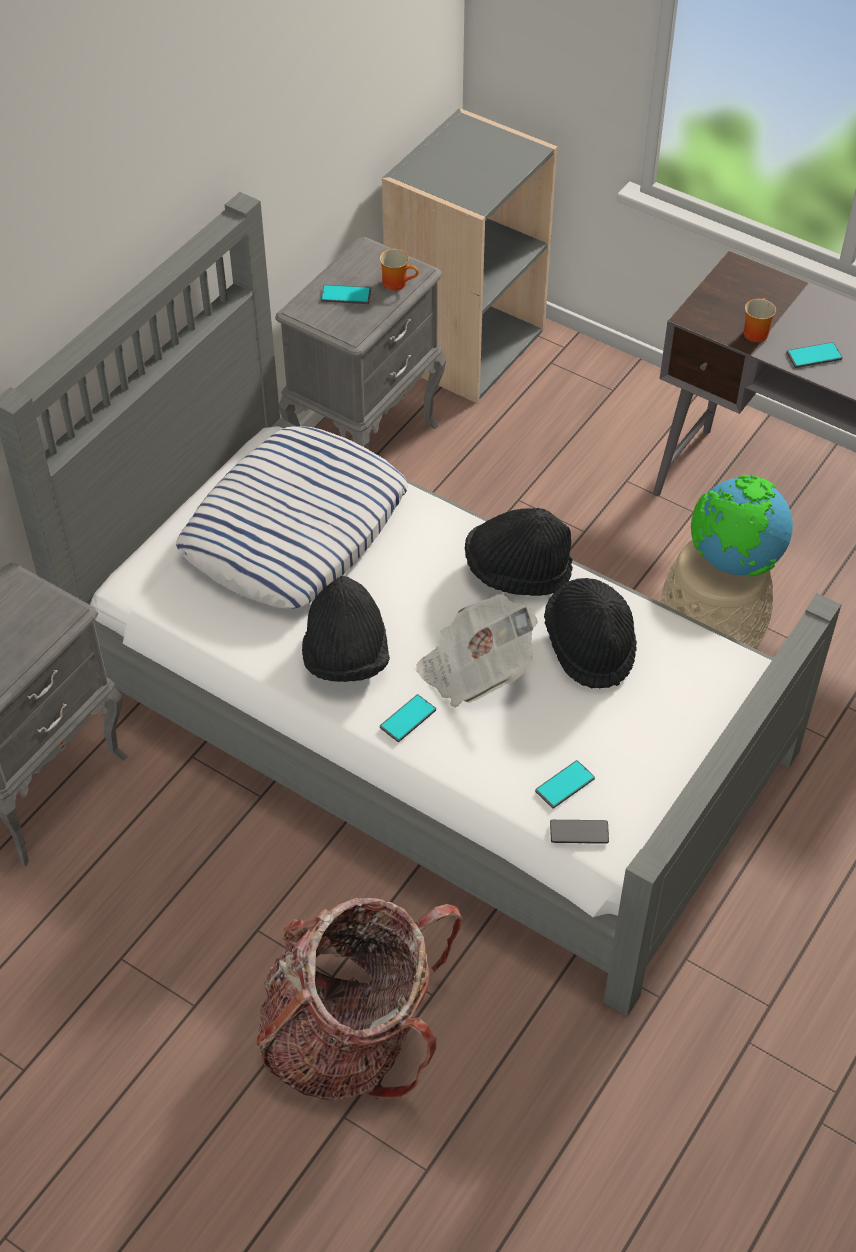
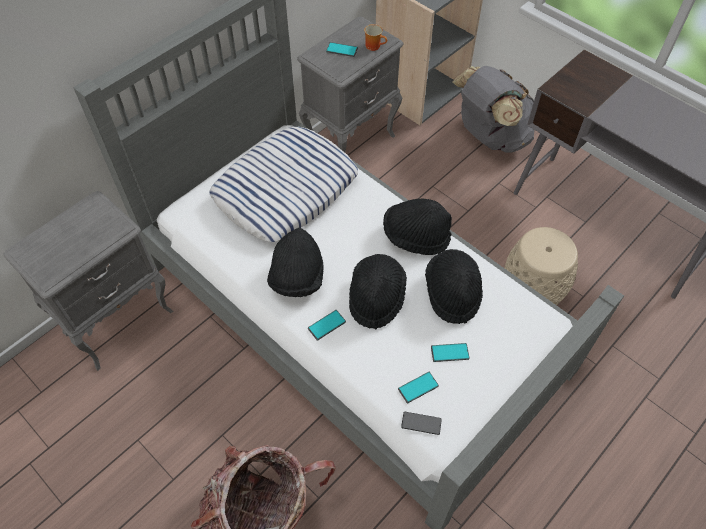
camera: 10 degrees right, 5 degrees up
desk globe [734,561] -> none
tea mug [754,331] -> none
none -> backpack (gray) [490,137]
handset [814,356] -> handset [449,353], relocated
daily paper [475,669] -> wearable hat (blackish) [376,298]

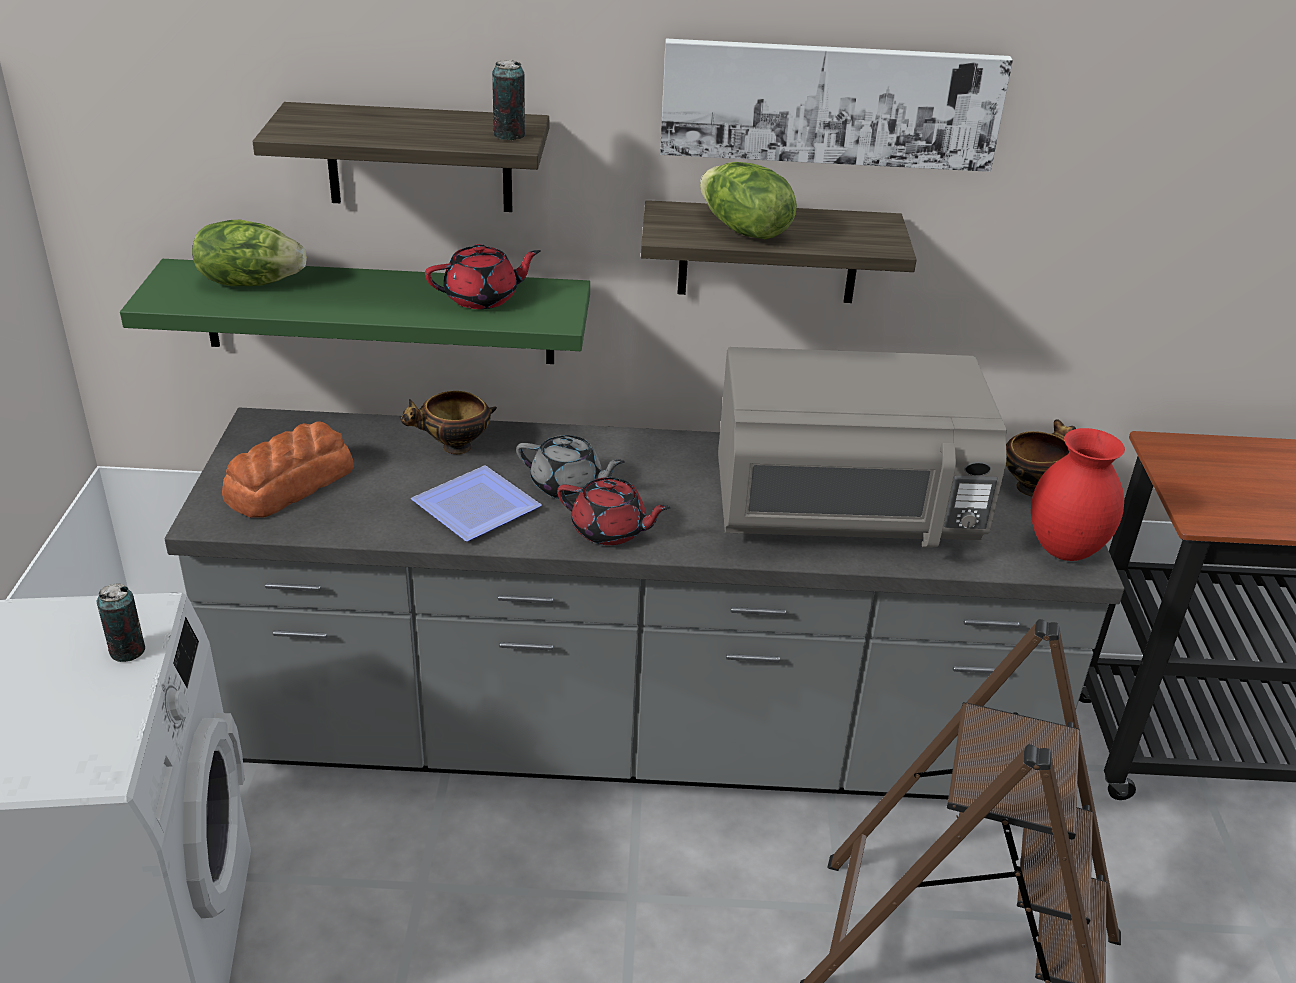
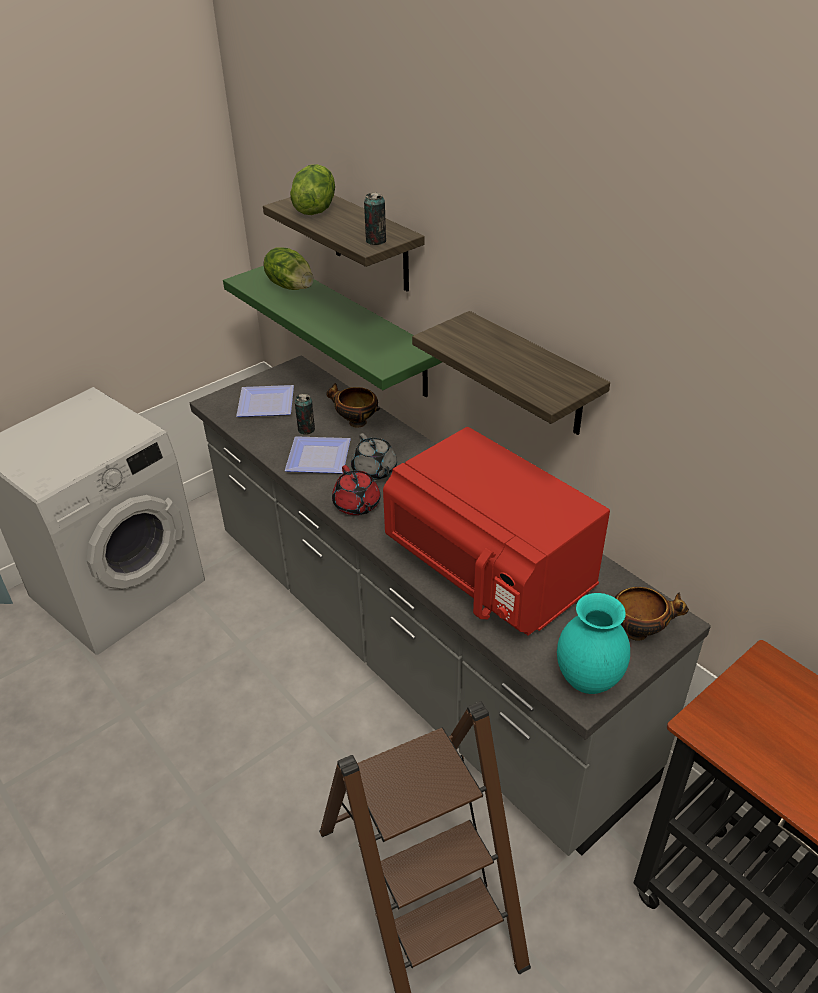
camera: 50 degrees right, 5 degrees up
teapot (red-coloured) [483,298] -> none
picture [830,103] -> none
can [127,651] -> can [306,430], relocated
head of lettuce [743,230] -> head of lettuce [314,209], relocated
bread [288,484] -> plate [264,403]
kitchen microwave (gray) [844,514] -> kitchen microwave (red-coloured) [488,572]
flower vase (red-coloured) [1062,550] -> flower vase (turquoise) [587,680]

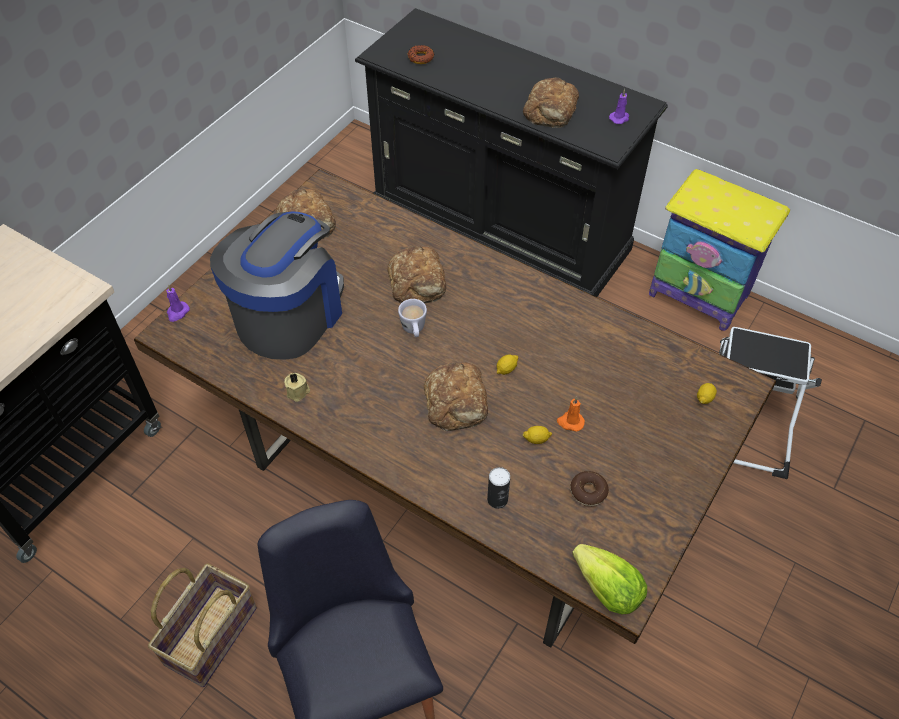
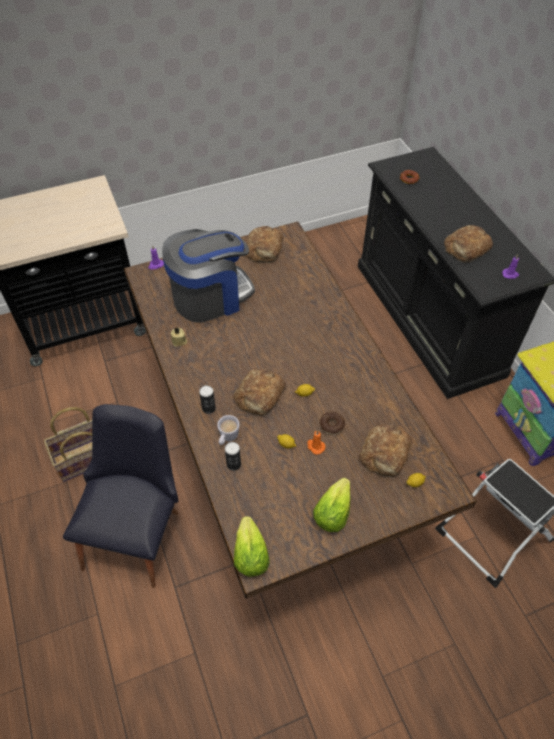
camera: 35 degrees right, 0 degrees up
none -> can [208,408]
none -> head of lettuce [332,513]
bread [418,281] -> bread [385,454], relocated
tea mug (white) [414,330] -> tea mug (white) [227,438], relocated
ring doughnut [588,491] -> ring doughnut [331,425], relocated

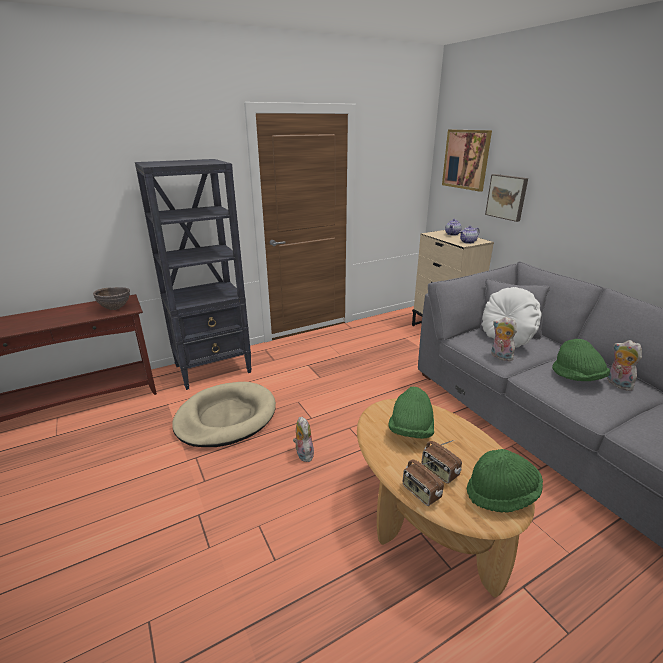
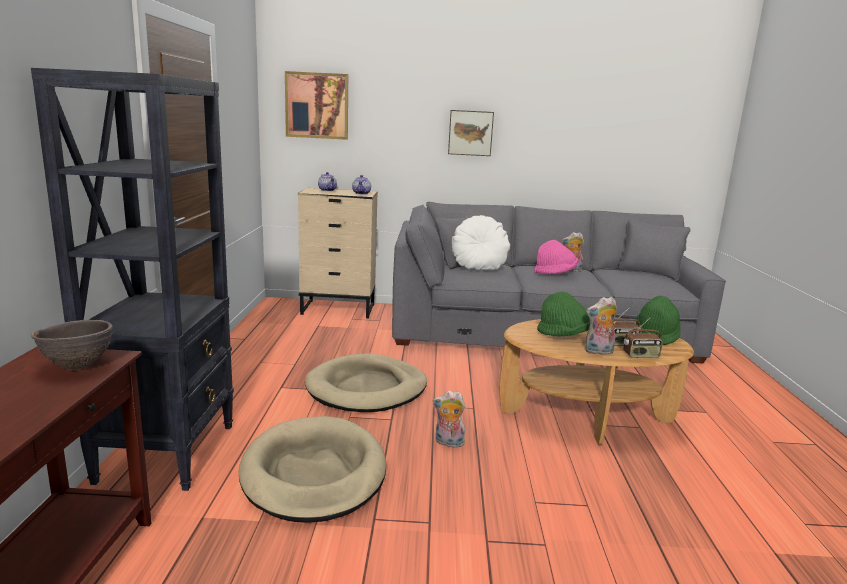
camera: 60 degrees left, 10 degrees down
none -> dog bed (beige) [367,388]
picture [507,197] -> picture [470,133], relocated
cuddly toy [500,356] -> cuddly toy [598,352], relocated
wearable hat (greenish) [577,377] -> wearable hat (pinkish) [555,273]

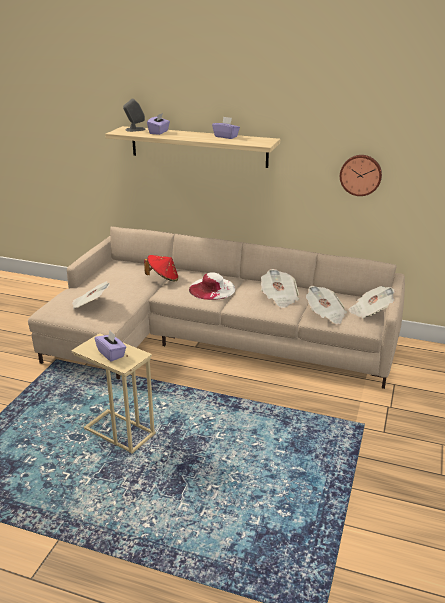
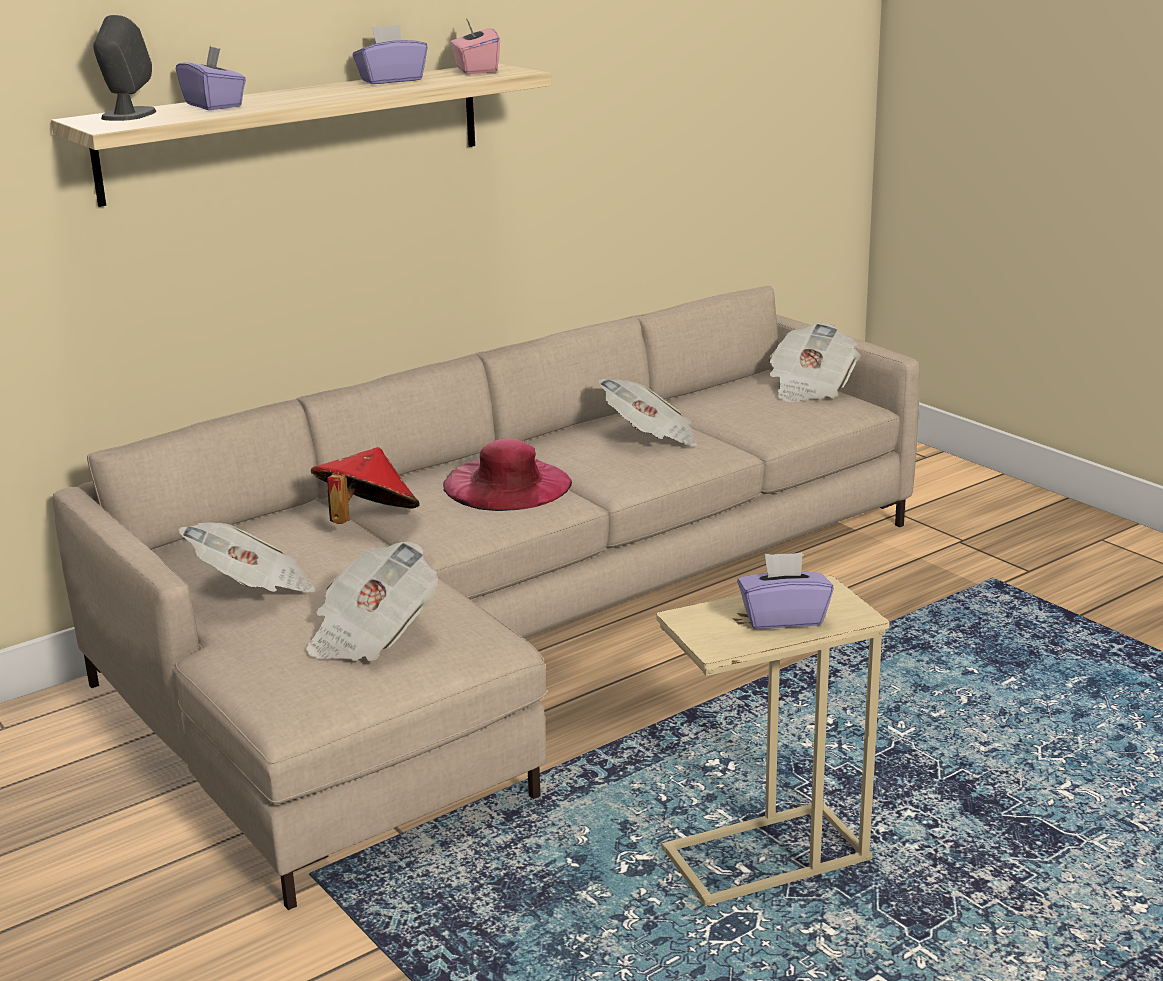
camera: 55 degrees left, 5 degrees down
clock on the wall [360,175] -> none
none -> tissue holder (pinkish) [476,70]
daily paper [325,315] -> daily paper [254,589], relocated
wearable hat (white) [212,288] -> wearable hat (pinkish) [507,484]

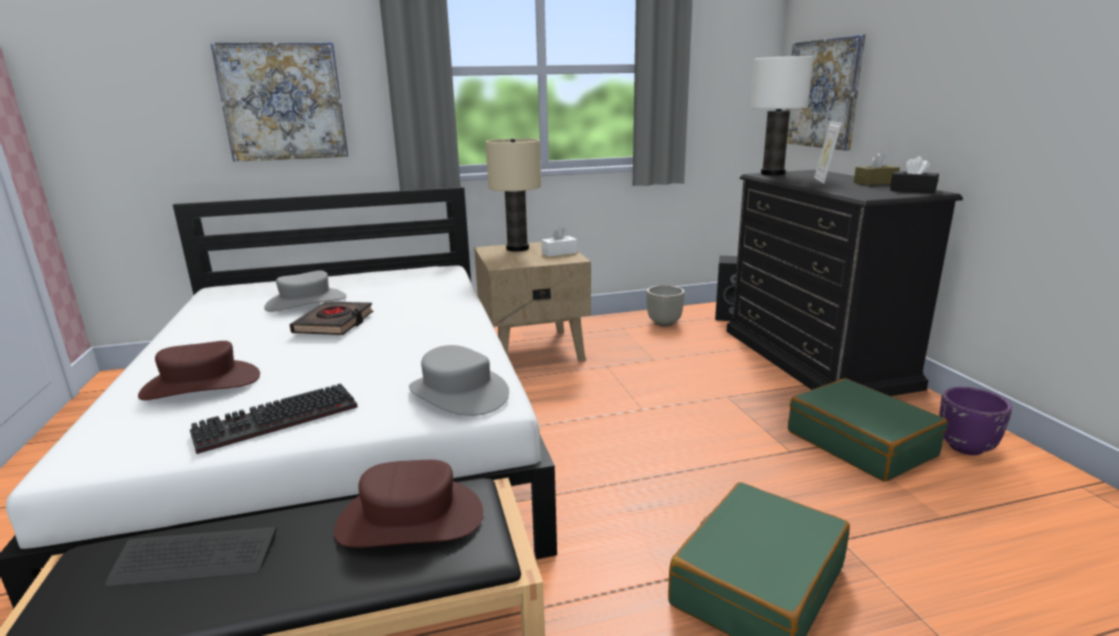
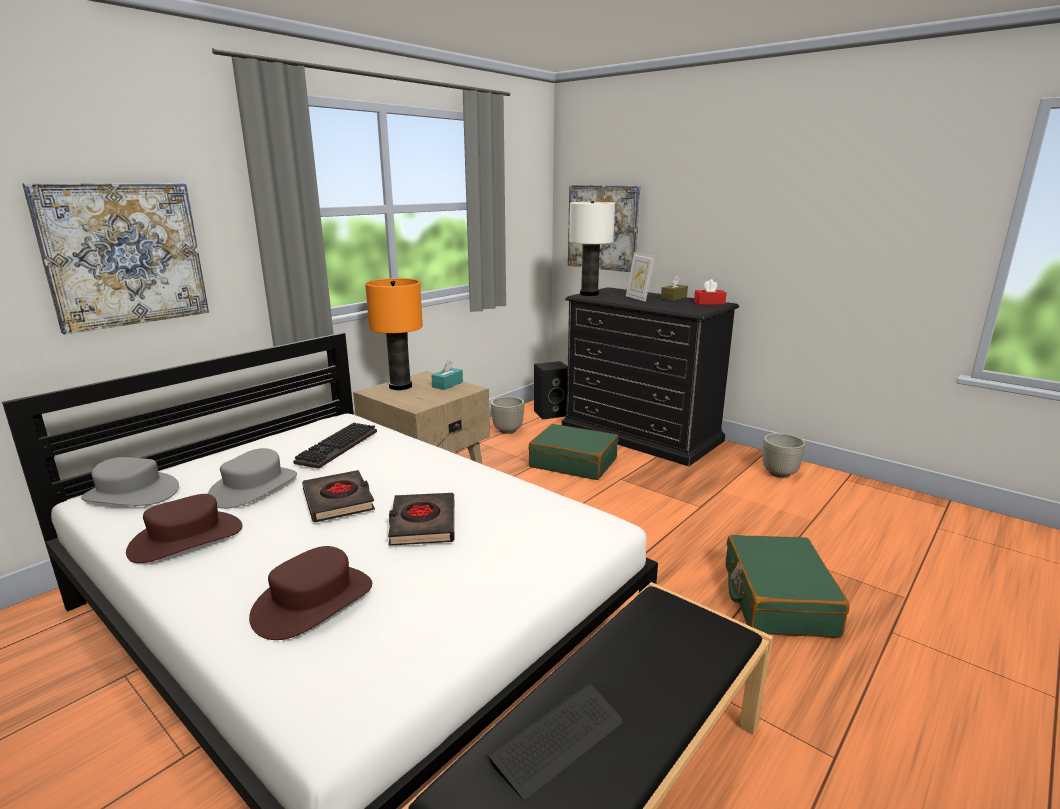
camera: 35 degrees left, 0 degrees up
none -> book (blackish) [422,524]
keyboard [275,422] -> keyboard [338,448], relocated
wearable hat (brownish) [410,519] -> wearable hat (brownish) [186,538], relocated
wearable hat (gray) [458,393] -> wearable hat (gray) [131,493], relocated
piece of luggage (greenish) [861,443] -> piece of luggage (greenish) [573,462], relocated
tabletop lamp (beige) [517,248] -> tabletop lamp (orangey) [400,386]
tissue holder (white) [559,253] -> tissue holder (turquoise) [447,384]
tissue holder (blackish) [912,190] -> tissue holder (red-coloured) [709,303]
planter (purple-coloured) [966,448] -> planter (gray) [780,473]

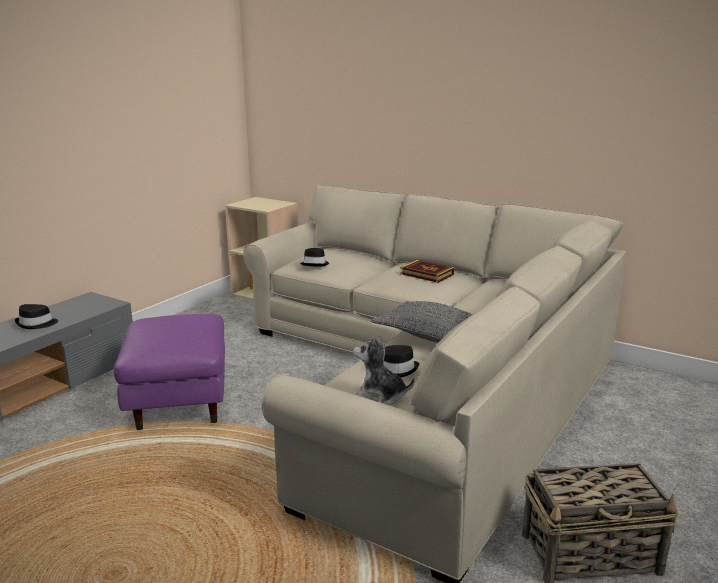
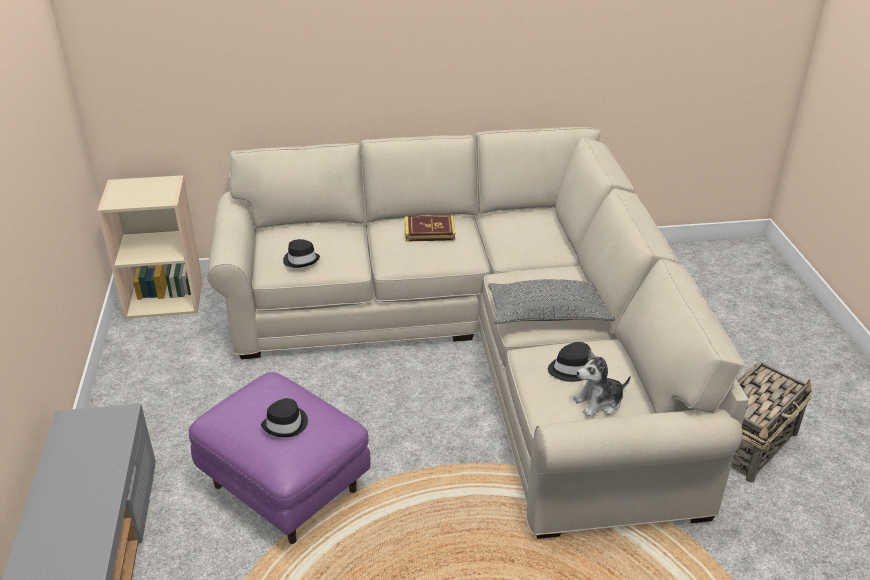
camera: 40 degrees left, 15 degrees up
wearable hat (blackish) [36,324] -> wearable hat (blackish) [286,424], relocated

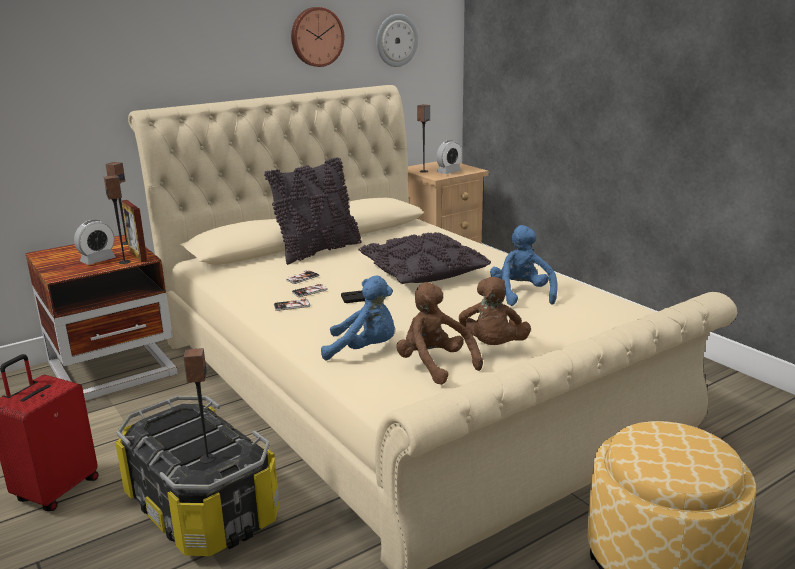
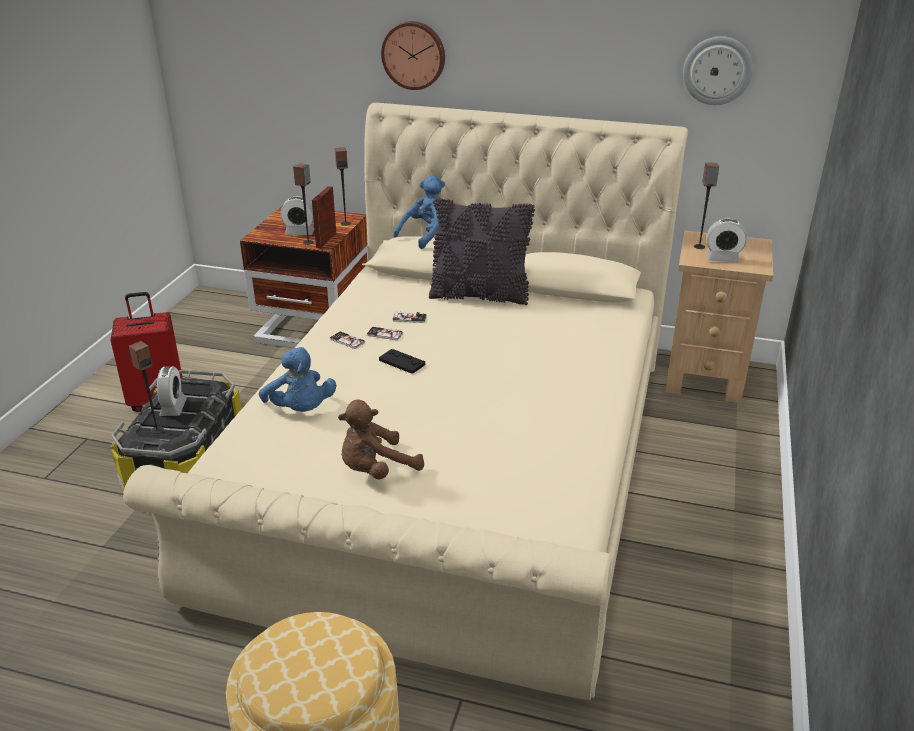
camera: 50 degrees right, 10 degrees up
throw pillow (blackish) [422,272] -> none
cuddly toy (brownish) [434,365] -> none
none -> bedside clock [173,407]
clock on the wall [316,37] -> clock on the wall [414,55], relocated
cuddly toy (bluish) [521,294] -> cuddly toy (bluish) [425,235], relocated

